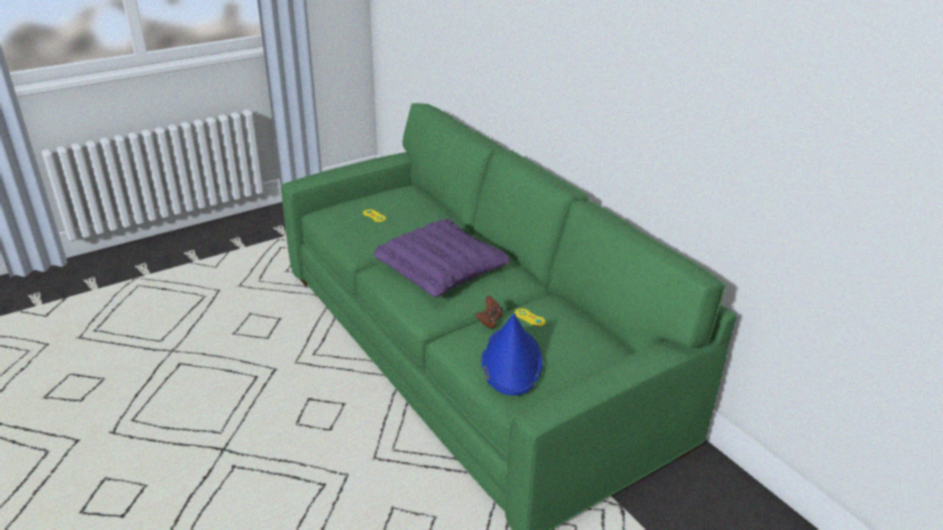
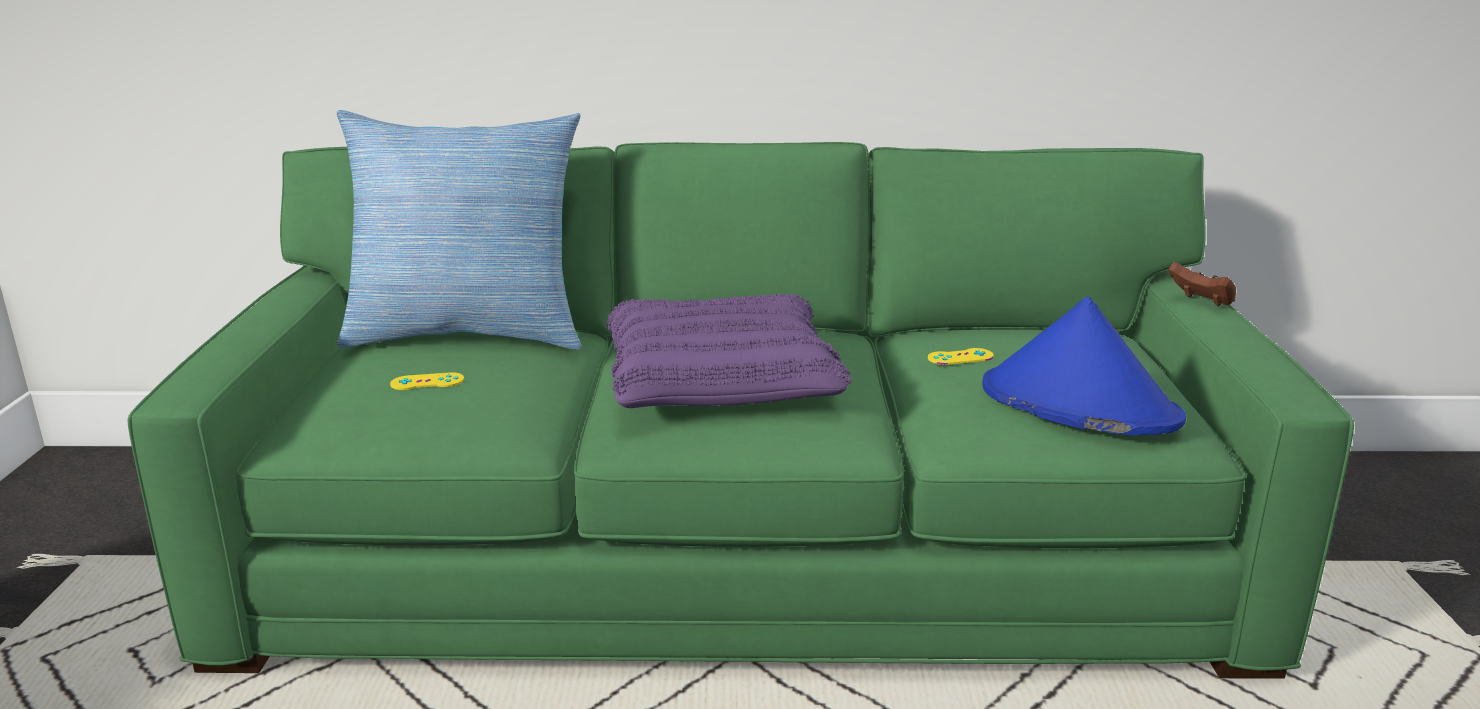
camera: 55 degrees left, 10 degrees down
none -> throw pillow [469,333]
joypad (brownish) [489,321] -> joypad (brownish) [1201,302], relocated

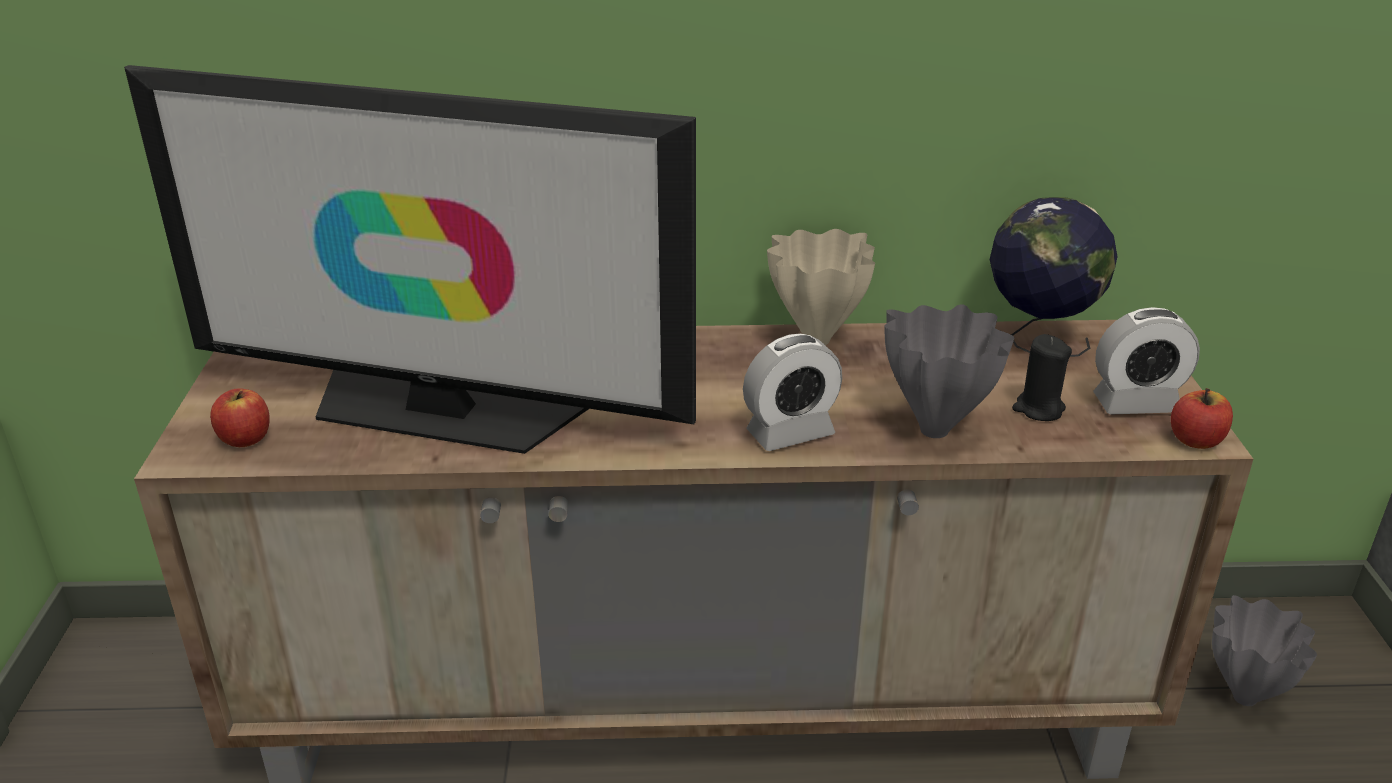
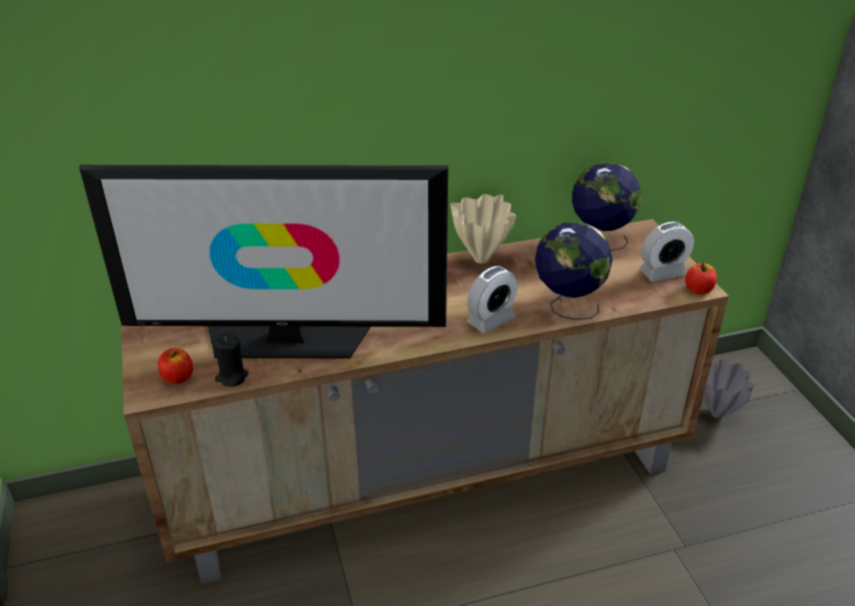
camera: 15 degrees left, 5 degrees up
wax candle (blackish) [1038,409] -> wax candle (blackish) [231,377], relocated
flower vase (gray) [936,431] -> desk globe [567,306]

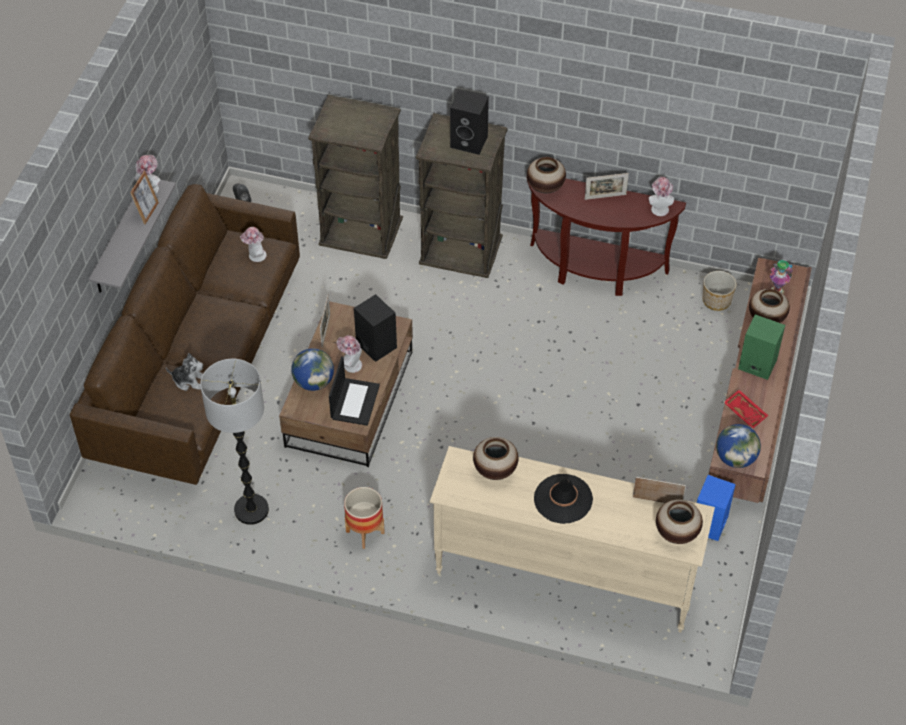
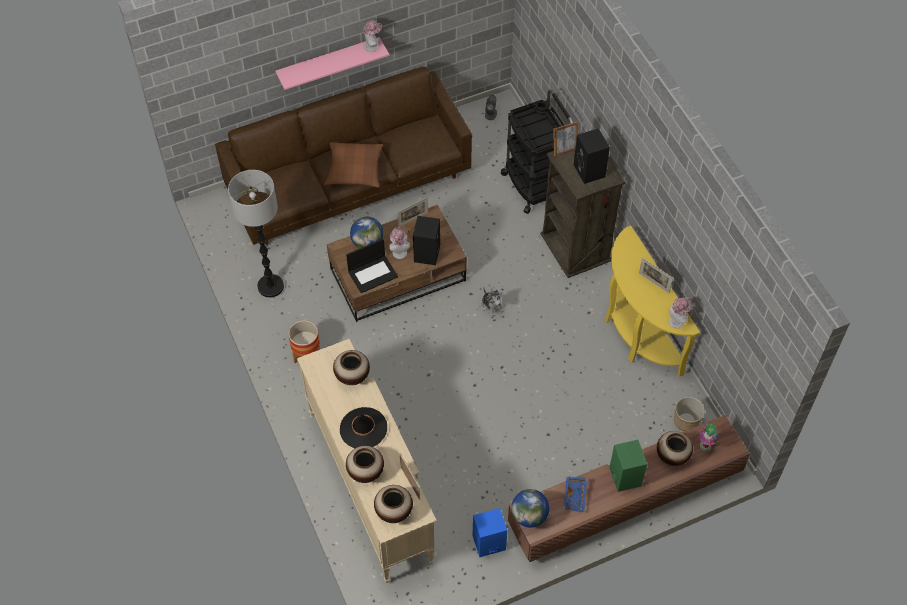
camera: 50 degrees right, 5 degrees up
wearable hat [255,256] -> none
none -> throw pillow (brownish) [354,170]
standing frame [147,212] -> standing frame [564,150], relocated
cuddly toy [189,380] -> cuddly toy [492,306], relocated
flower vase [545,188] -> flower vase [365,472], relocated
bookshelf (brownish) [361,231] -> trolley (blackish) [535,185]
wall shelf (gray) [120,238] -> wall shelf (pinkish) [328,62]
hall table (brownish) [595,270] -> hall table (yellow) [637,332]
tray (red-coloured) [745,412] -> tray (bluish) [575,496]

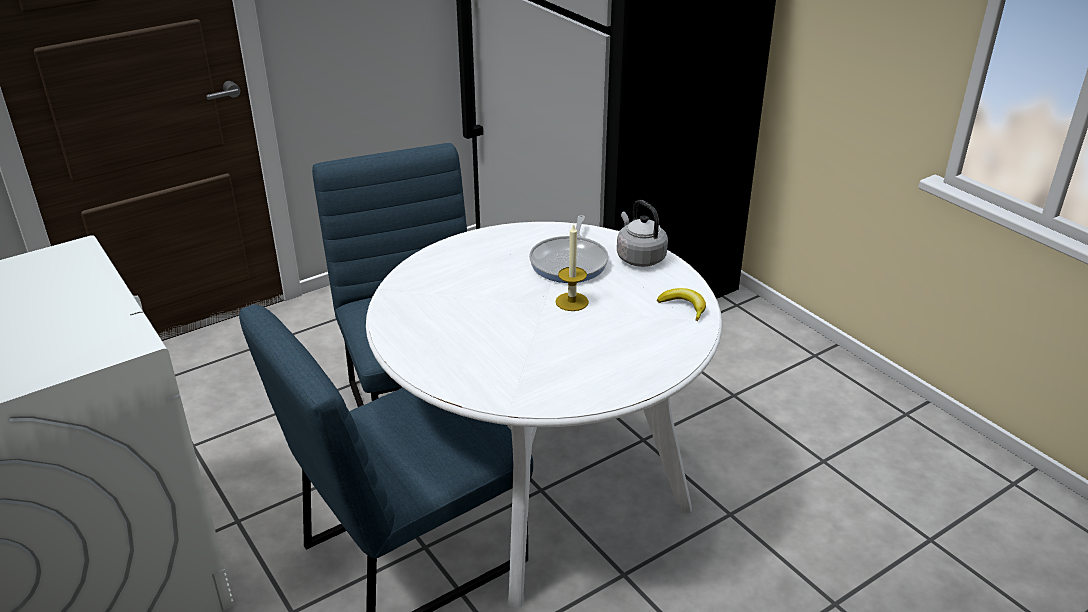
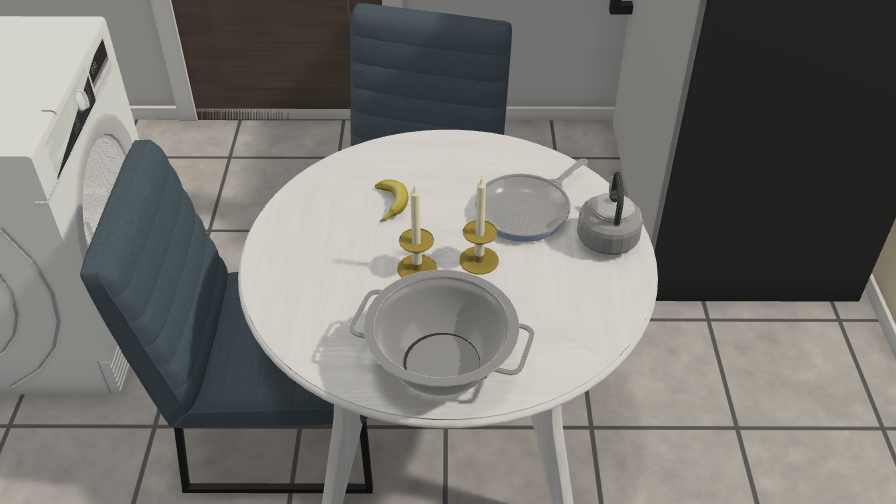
camera: 35 degrees right, 10 degrees up
none -> stockpot [440,364]
none -> wax candle [417,268]
banana [684,307] -> banana [392,203], relocated

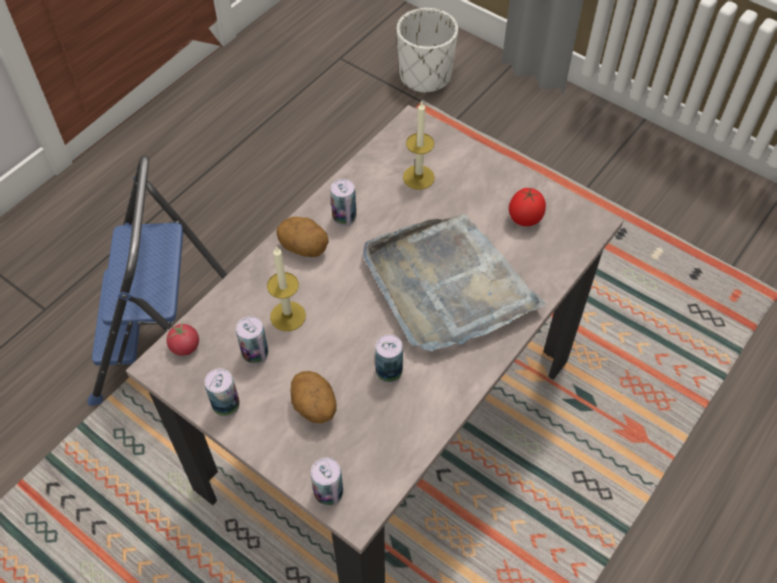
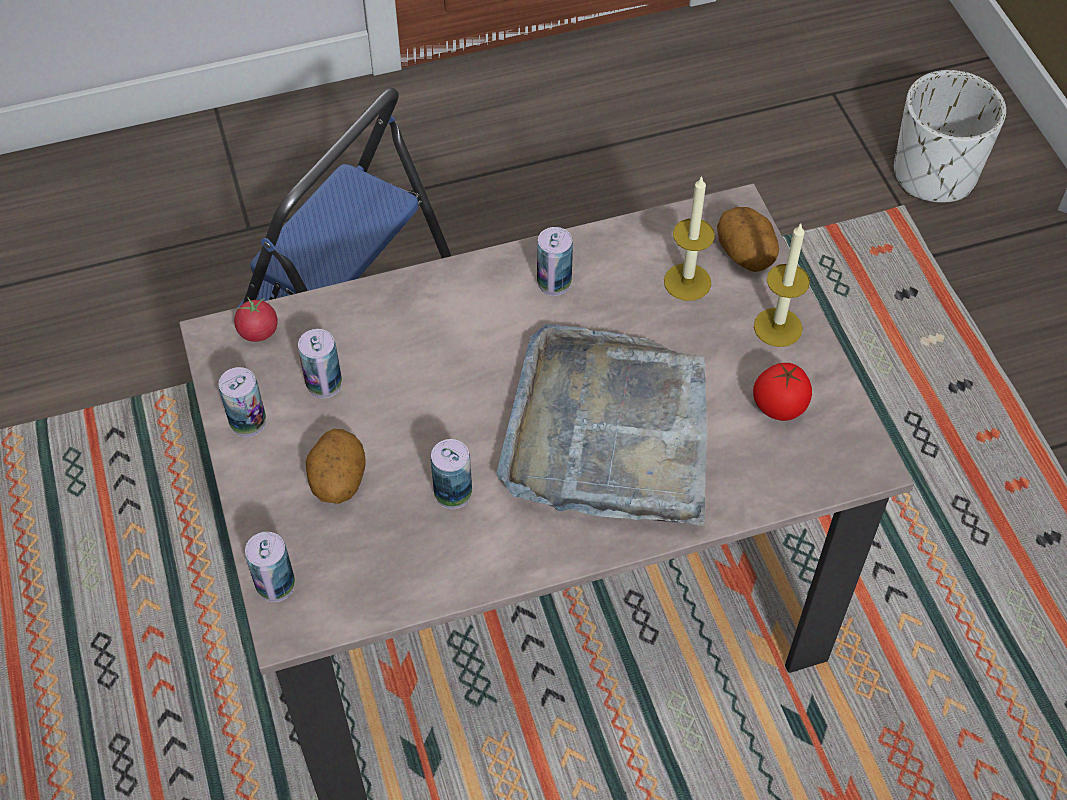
camera: 35 degrees right, 0 degrees up
wax candle [288,316] -> wax candle [778,327], relocated
potato [304,248] -> potato [745,255], relocated

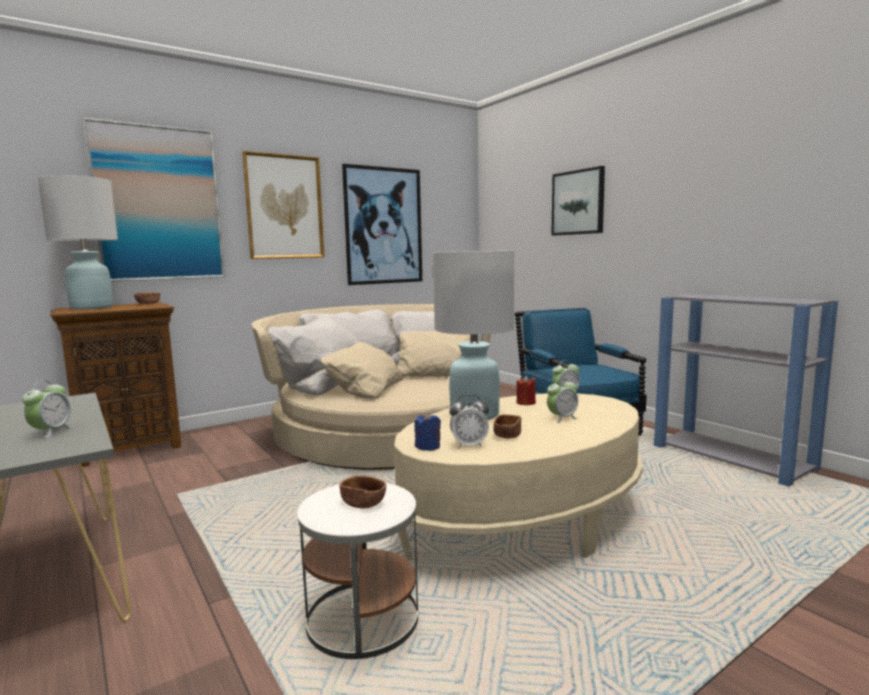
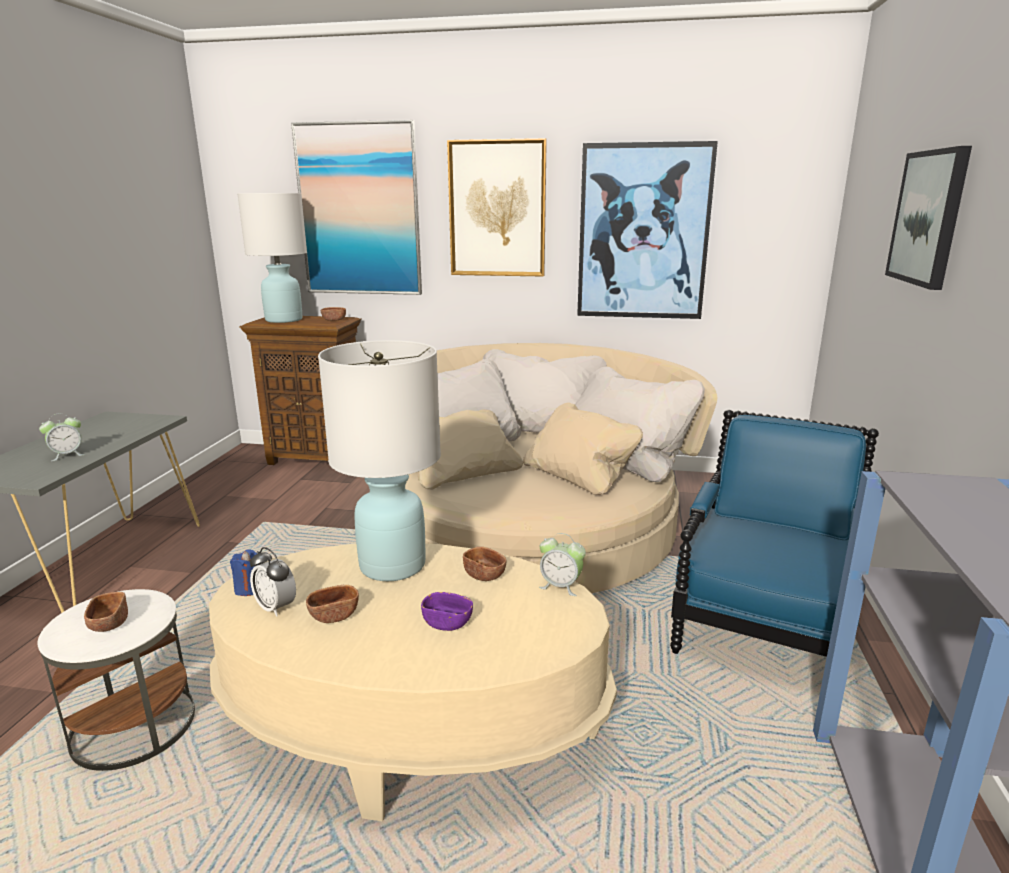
camera: 45 degrees right, 10 degrees up
wax candle (red-coloured) [526,403] -> bowl (brownish) [484,575]
bedside clock [562,418] -> bowl (purple-coloured) [447,623]

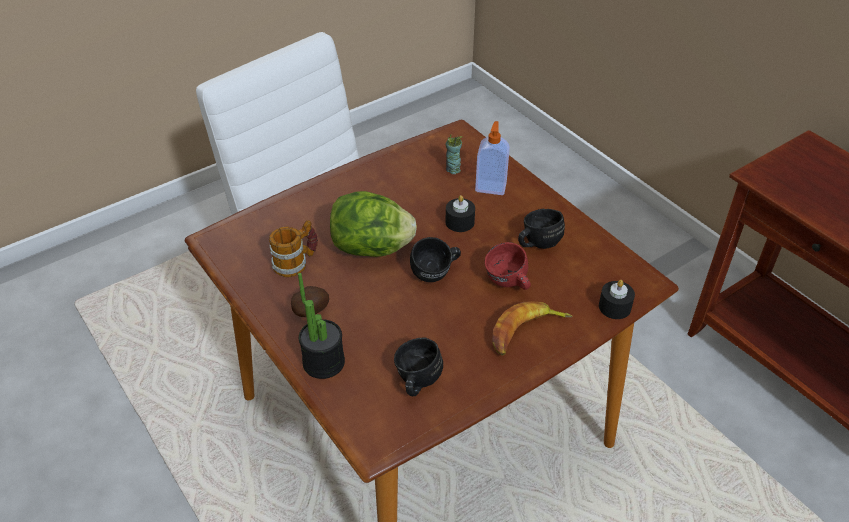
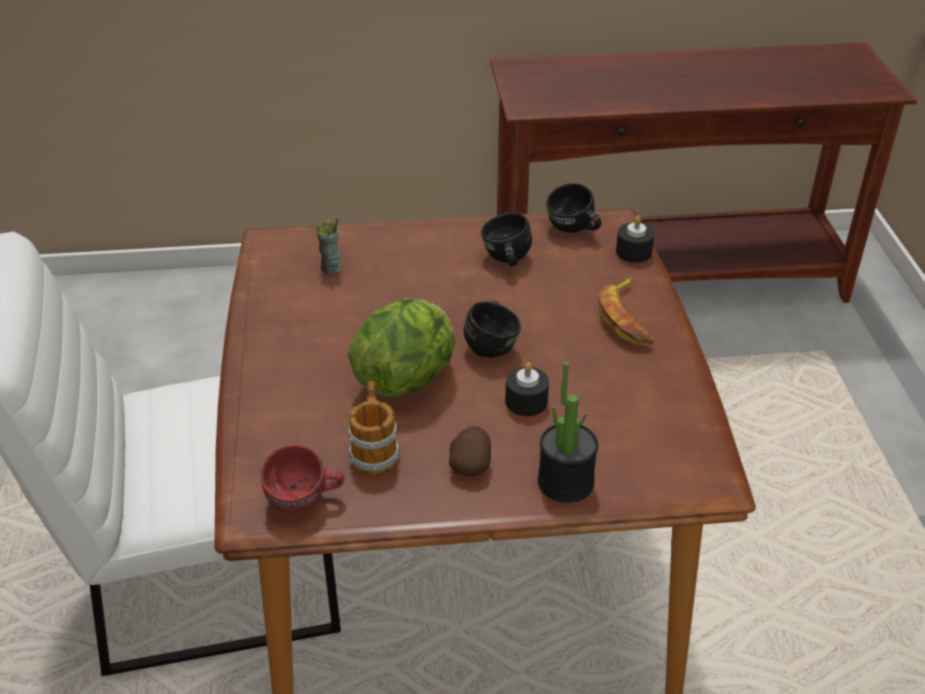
camera: 60 degrees left, 5 degrees down
soap dispenser [491,186] -> none
tea mug (blackish) [415,381] -> tea mug (blackish) [573,231], relocated
wax candle (blackish) [459,222] -> wax candle (blackish) [526,401], relocated
tea mug (red-coloured) [508,284] -> tea mug (red-coloured) [305,502], relocated

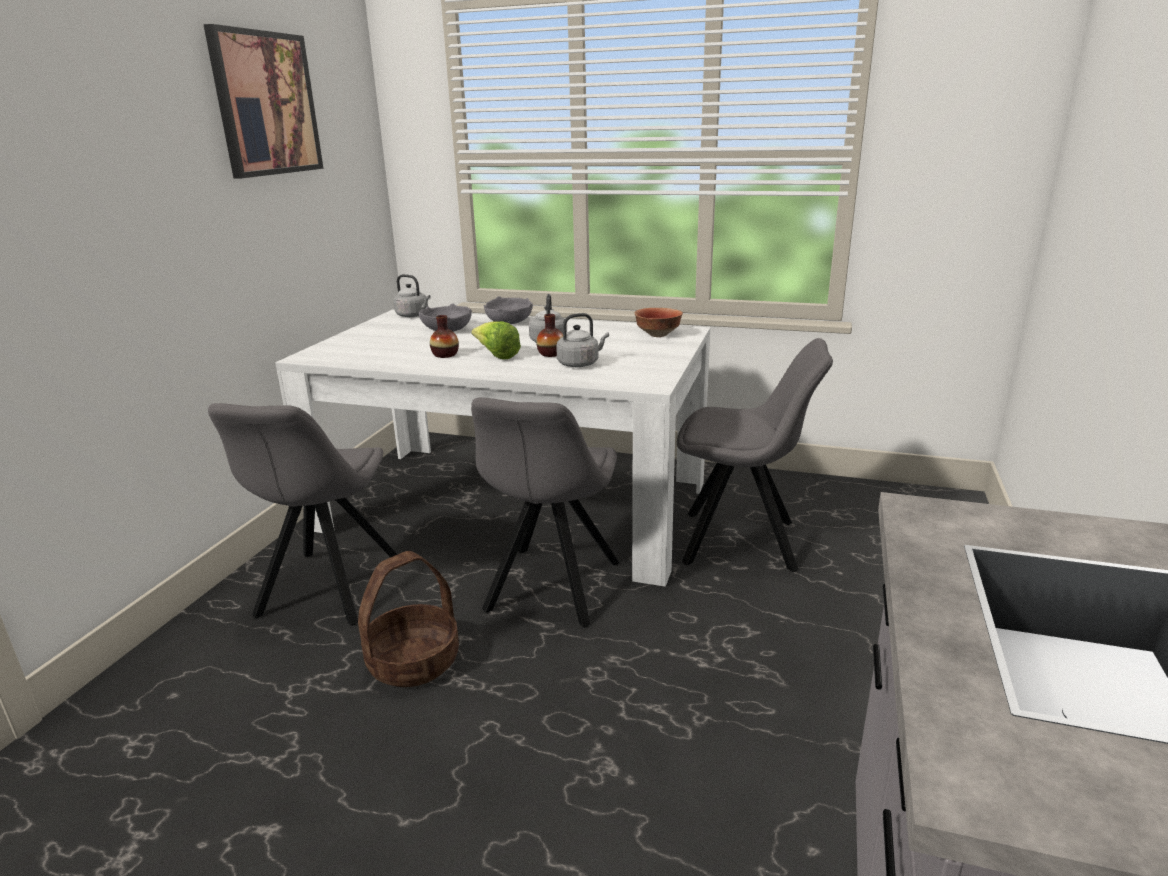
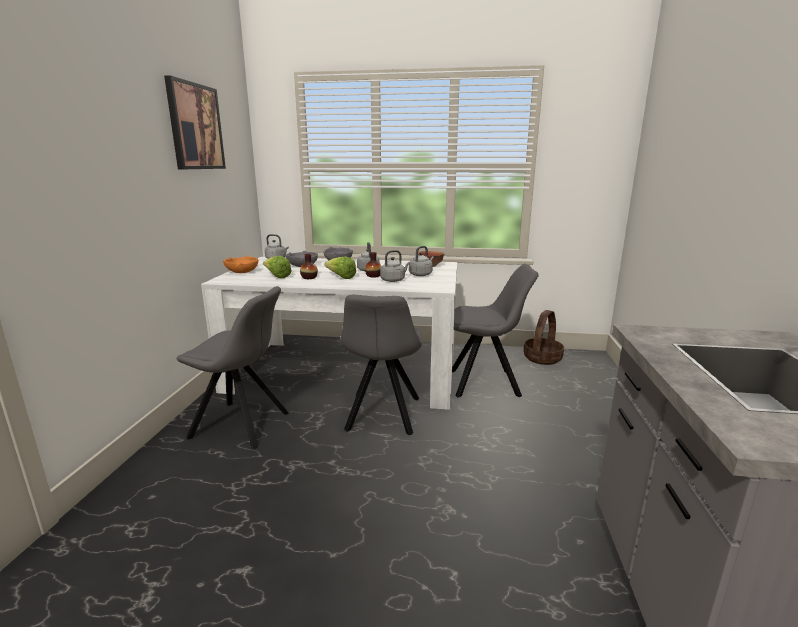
camera: 10 degrees left, 5 degrees down
none -> bowl (orangey) [242,272]
none -> head of lettuce [277,276]
none -> tea kettle (gray) [421,274]
household basket [413,662] -> household basket [542,358], relocated
chair (gray) [329,587] -> chair (gray) [241,424], 75 degrees counterclockwise

